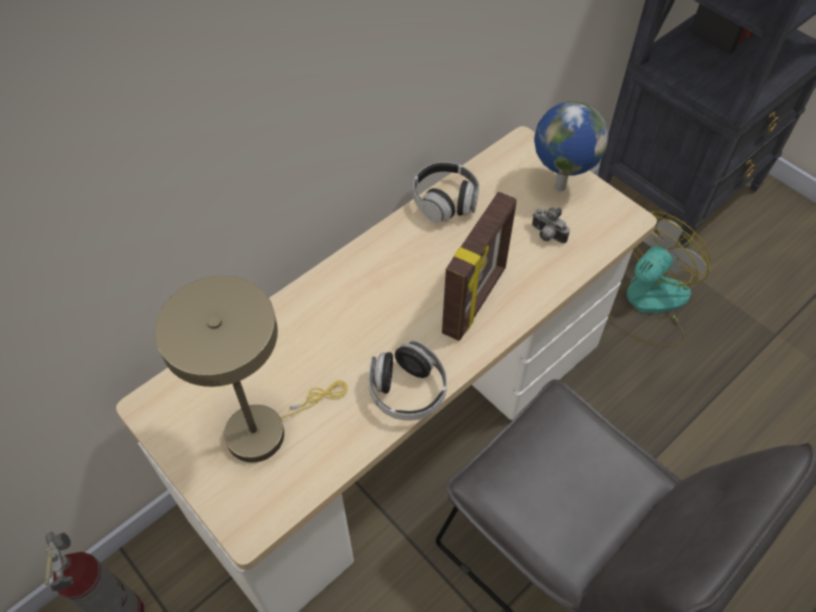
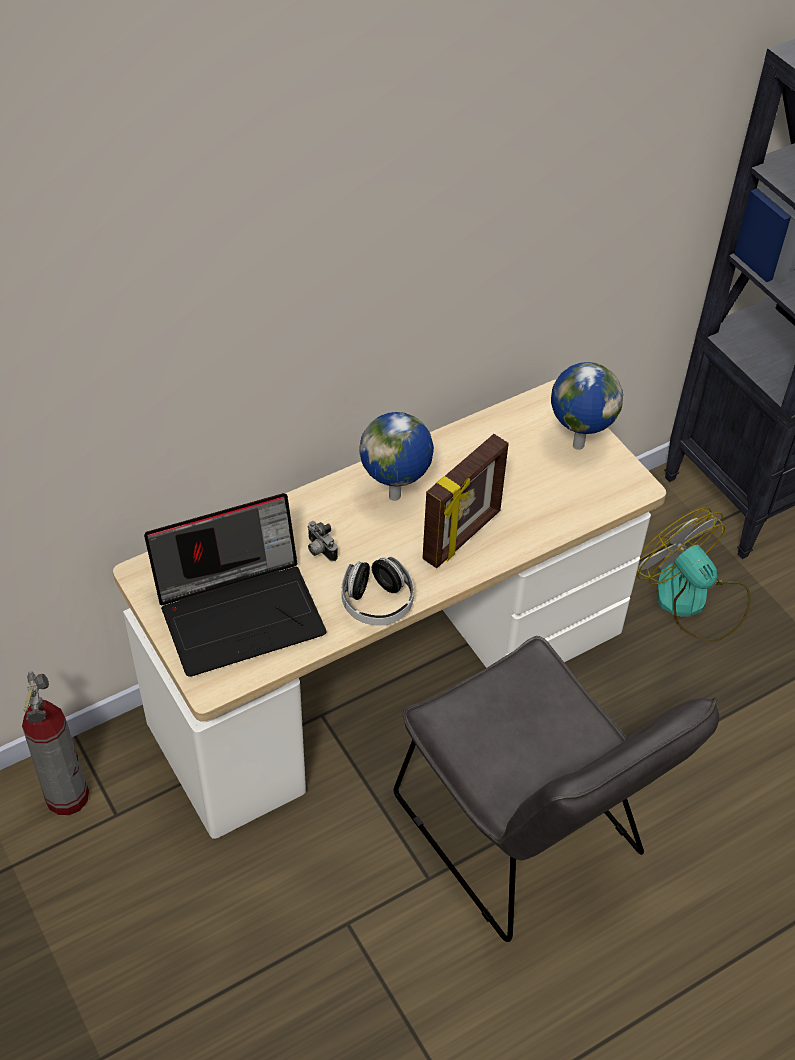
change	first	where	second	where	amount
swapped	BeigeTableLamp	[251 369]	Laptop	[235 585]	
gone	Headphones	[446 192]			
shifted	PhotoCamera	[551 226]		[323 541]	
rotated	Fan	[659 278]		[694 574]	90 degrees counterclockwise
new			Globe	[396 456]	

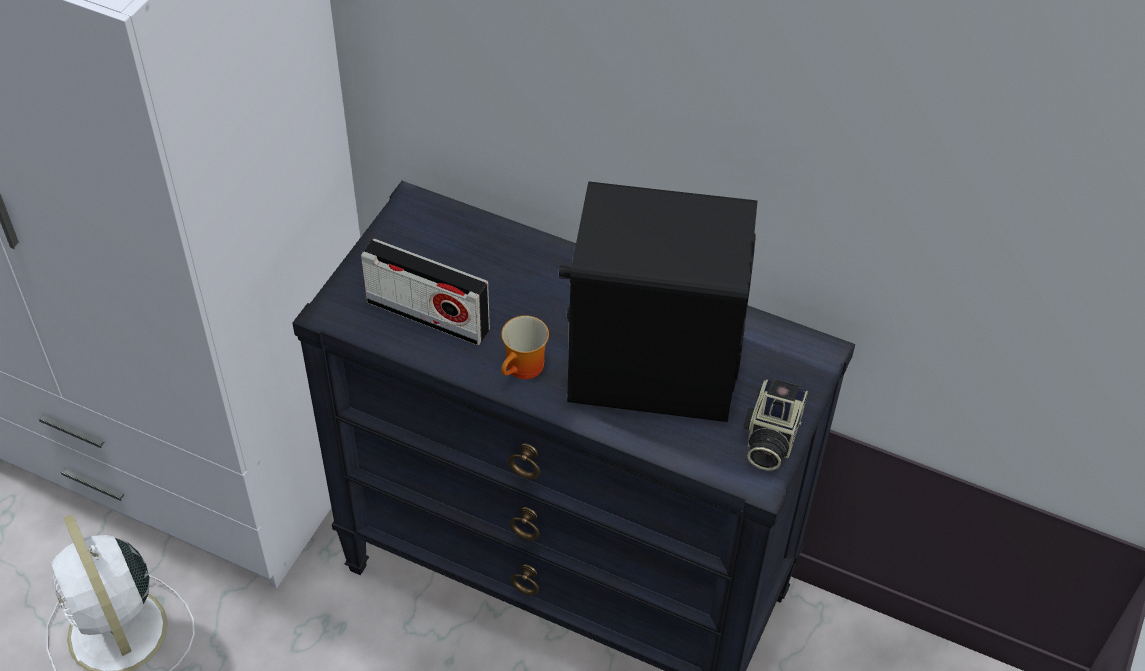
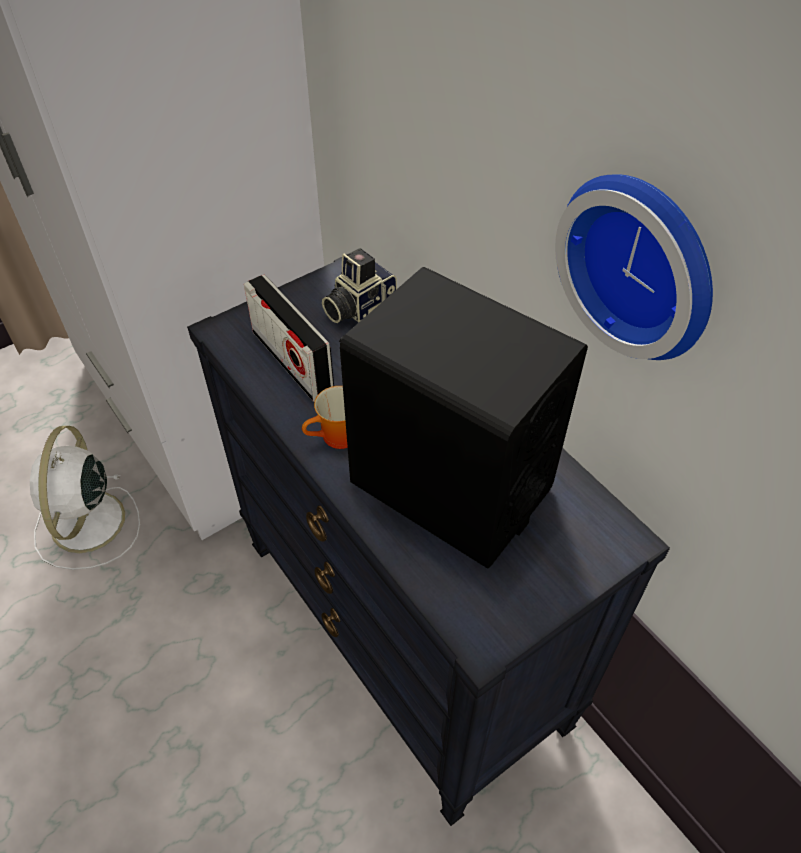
change	first	where	second	where	amount
shifted	PhotoCamera	[775 424]		[359 285]	
new			WallClock	[634 267]	

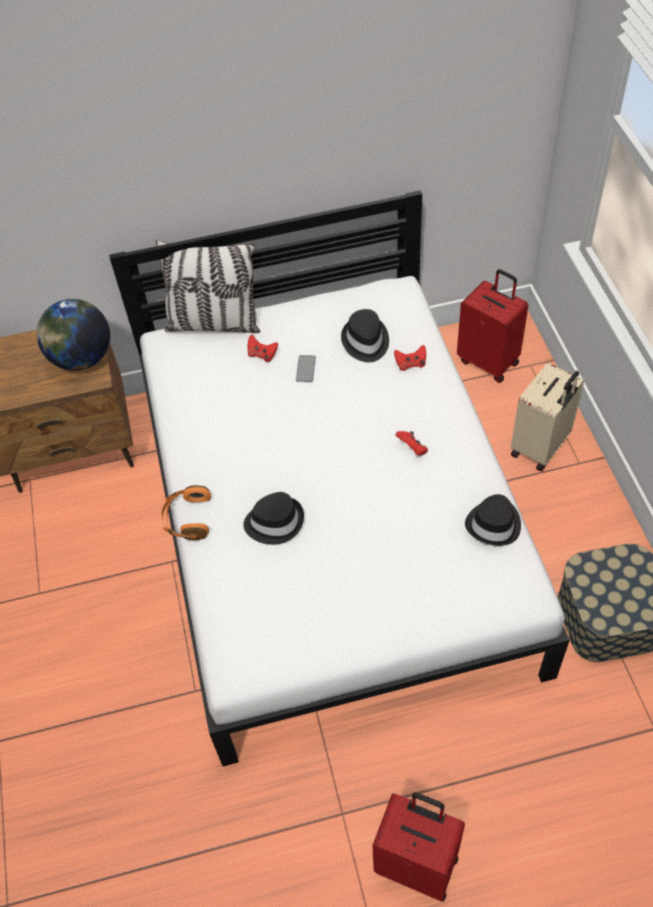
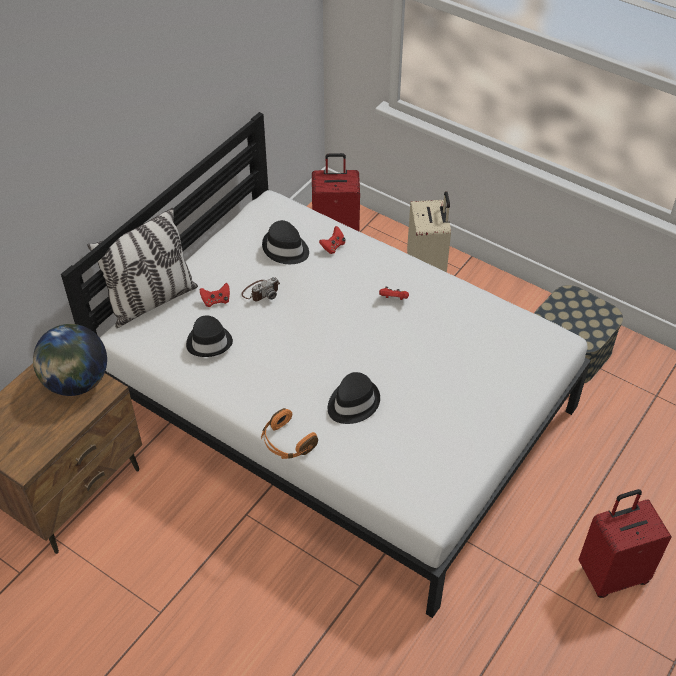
change	first	where	second	where	amount
swapped	Phone	[306 368]	PhotoCamera	[260 289]	
shifted	BlackHat	[493 520]		[209 336]	

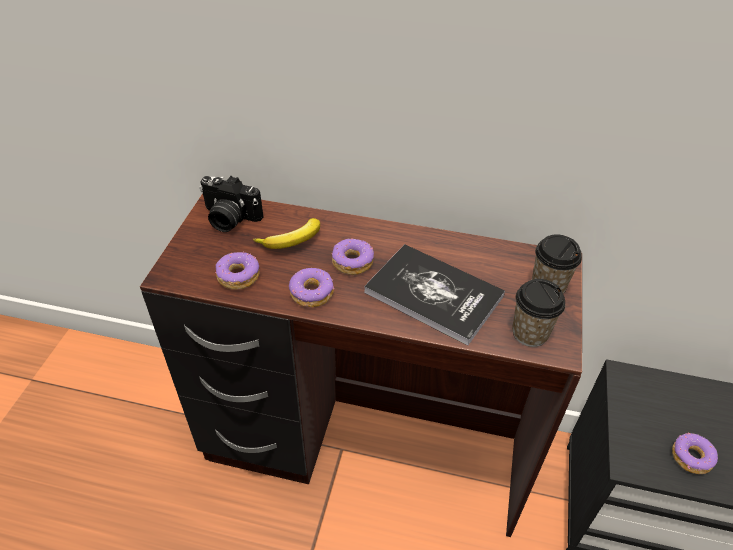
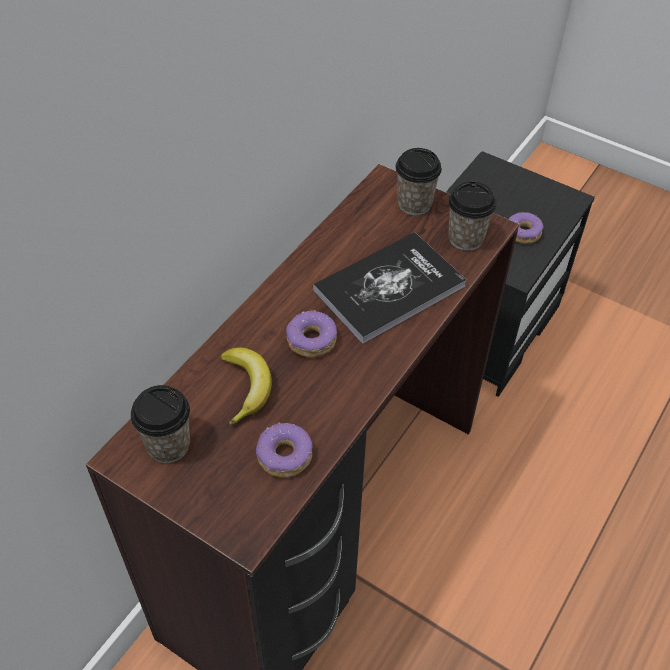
change	first	where	second	where	amount
swapped	PhotoCamera	[231 204]	Cup	[160 424]	
gone	Donut	[311 287]			

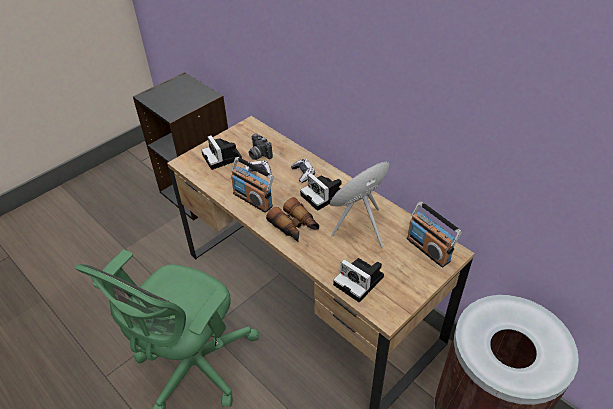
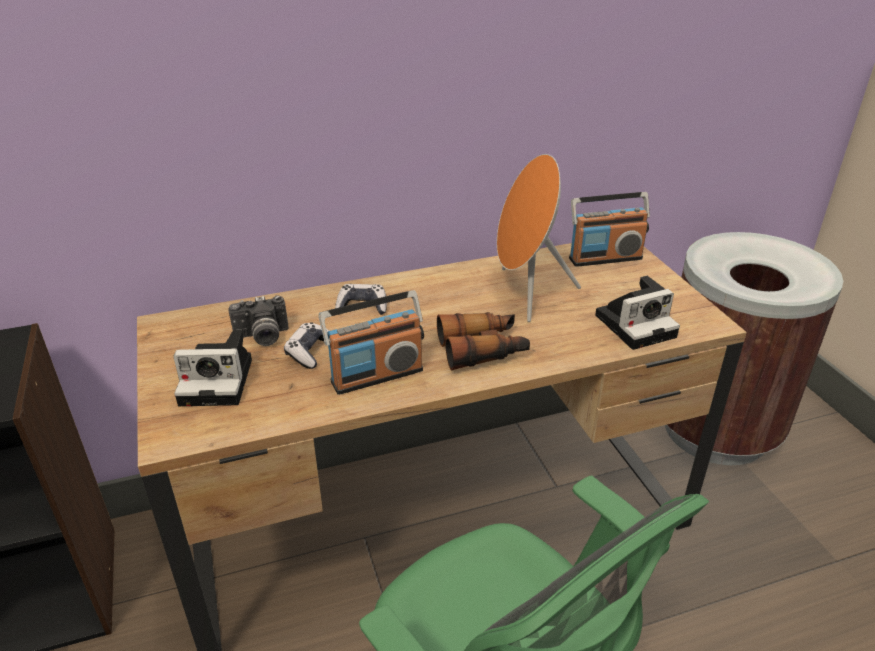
change	first	where	second	where	amount
gone	PhotoCamera	[321 192]			

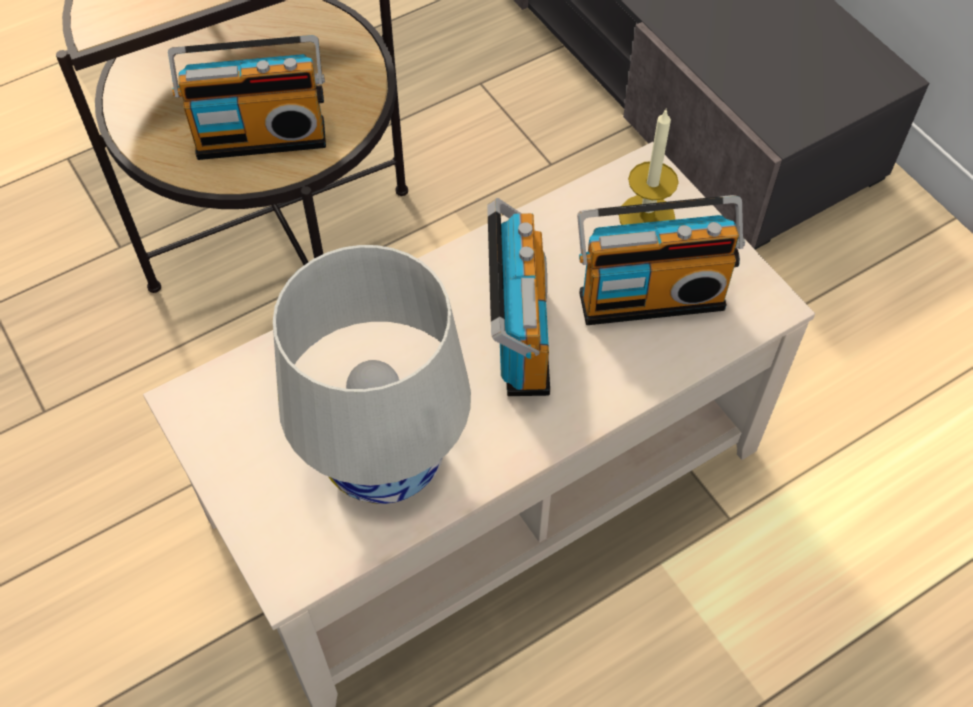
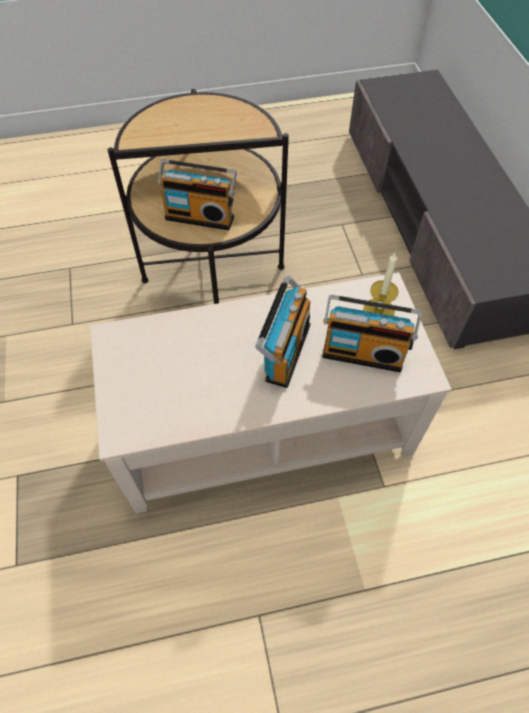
change	first	where	second	where	amount
gone	WhiteTableLamp	[372 374]			

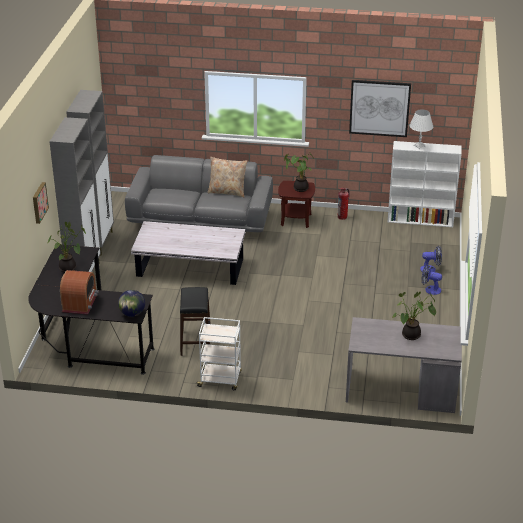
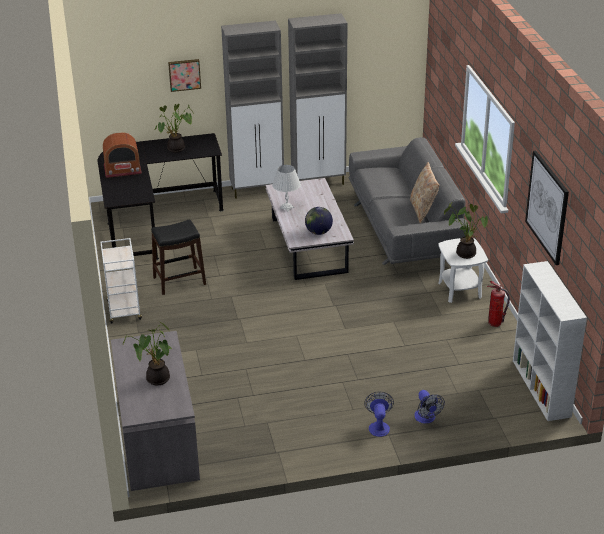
change	first	where	second	where	amount
shifted	Globe	[131 303]		[319 221]	
repainted	BrownSideTable	[296 204]	WhiteSideTable	[463 270]	
shifted	WhiteTableLamp	[421 129]		[286 188]	

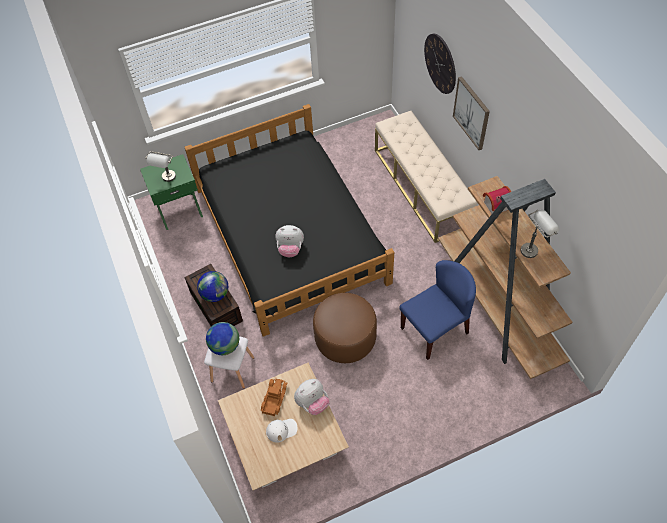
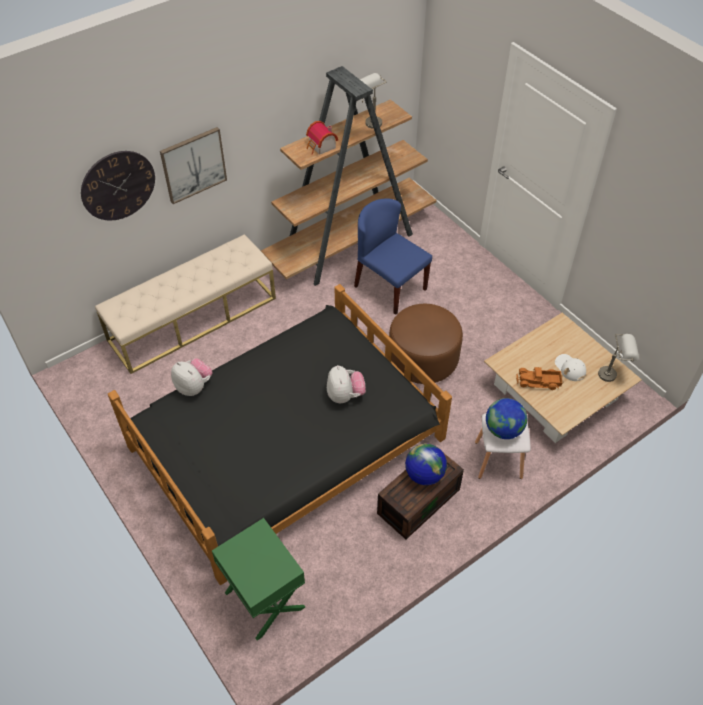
change	first	where	second	where	amount
shifted	GreyTableLamp	[160 166]		[618 357]	
shifted	PlushToy	[312 397]		[192 377]	

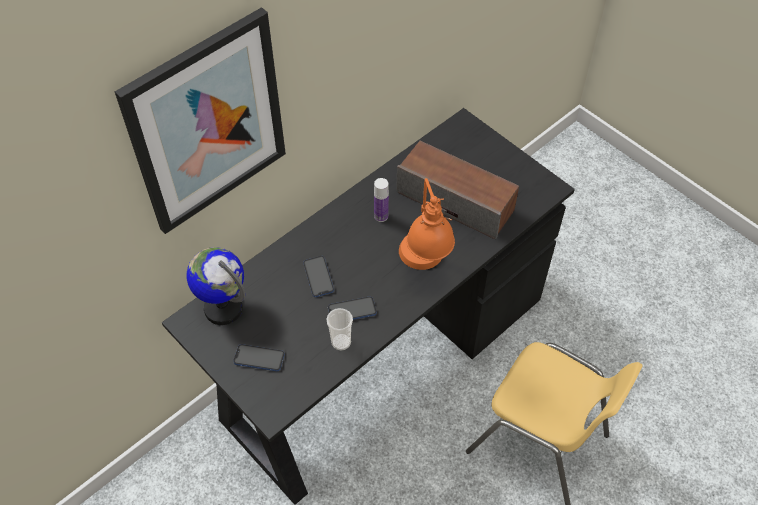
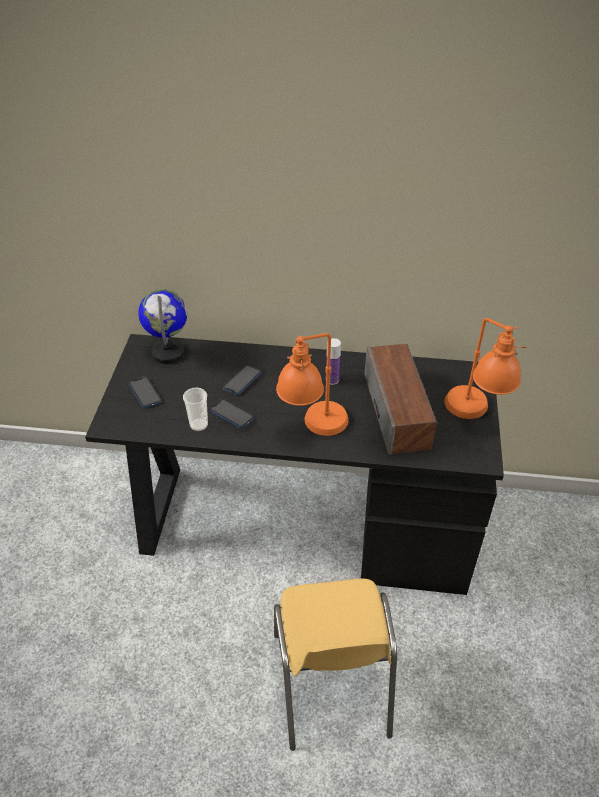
change	first	where	second	where	amount
gone	Picture	[200 120]			
new			OrangeTableLamp	[485 368]	

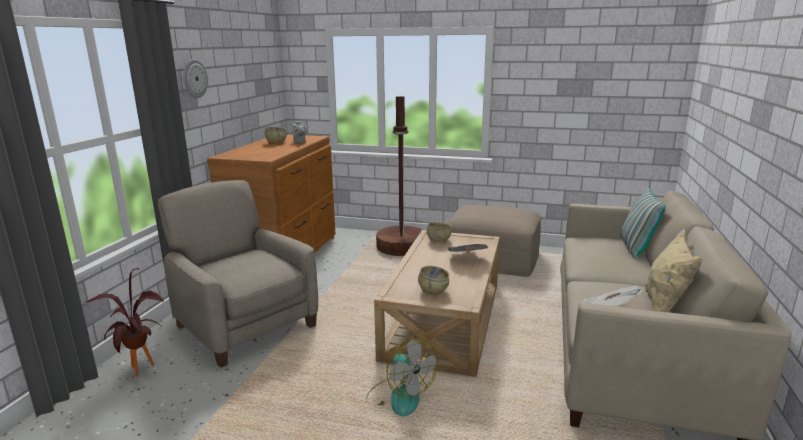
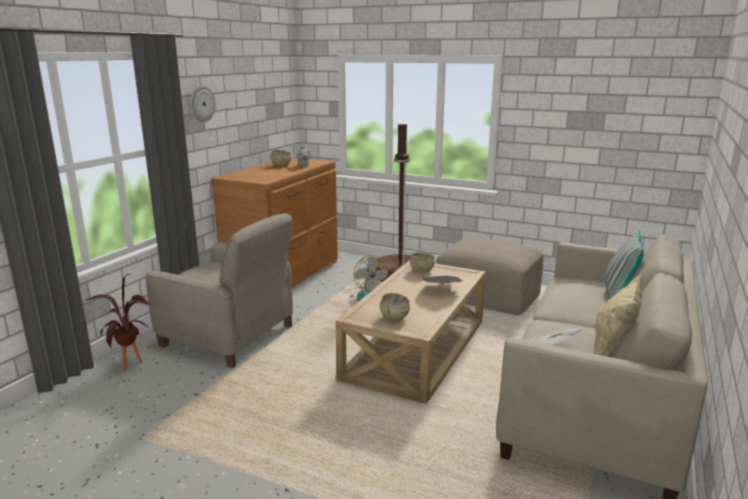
change	first	where	second	where	amount
rotated	BeigeArmchair	[238 274]		[219 290]	150 degrees clockwise
shifted	Fan	[402 377]		[365 278]	

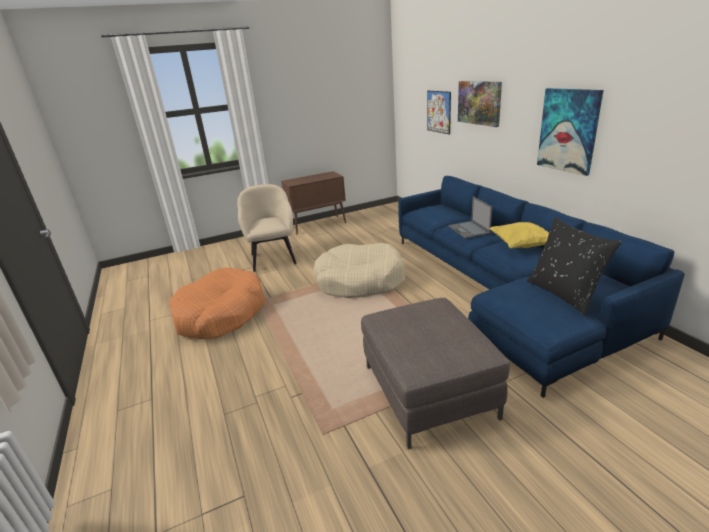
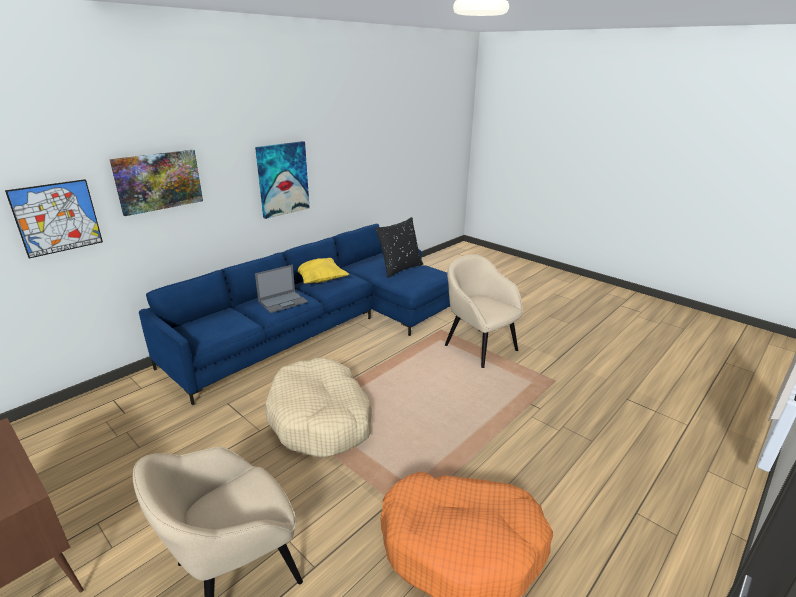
change	first	where	second	where	amount
swapped	BrownOttoman	[435 373]	BeigeArmchair	[484 311]	

